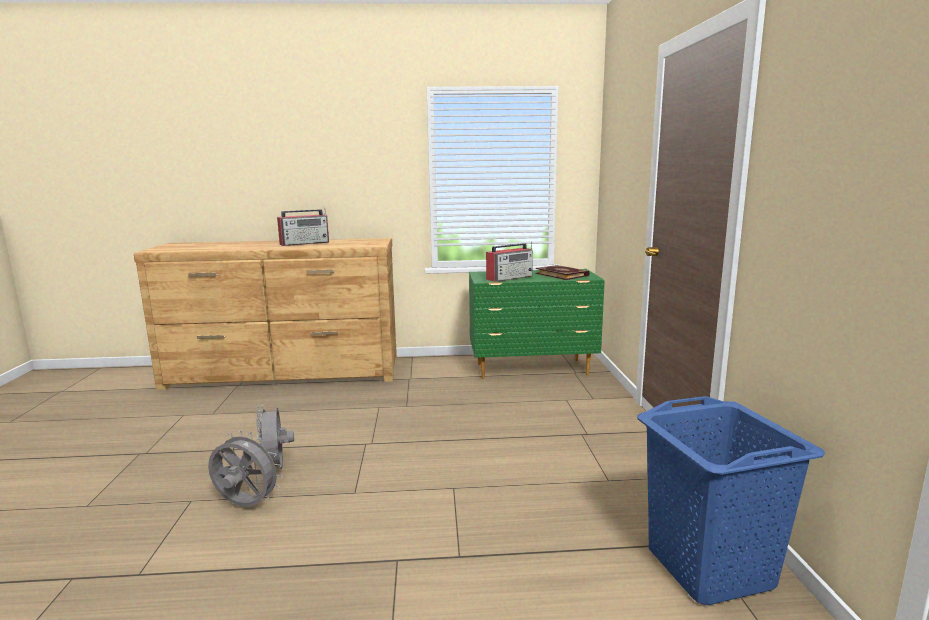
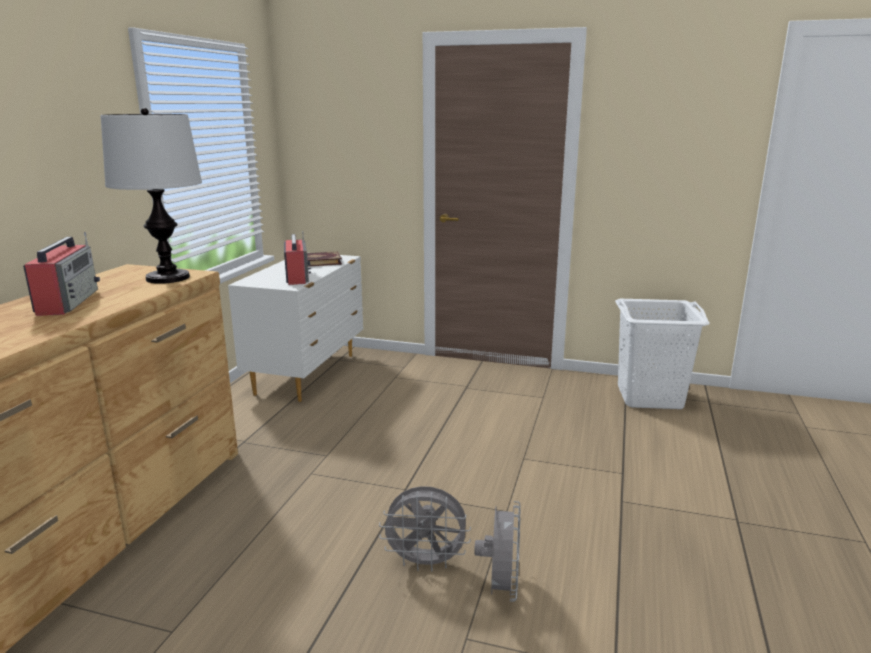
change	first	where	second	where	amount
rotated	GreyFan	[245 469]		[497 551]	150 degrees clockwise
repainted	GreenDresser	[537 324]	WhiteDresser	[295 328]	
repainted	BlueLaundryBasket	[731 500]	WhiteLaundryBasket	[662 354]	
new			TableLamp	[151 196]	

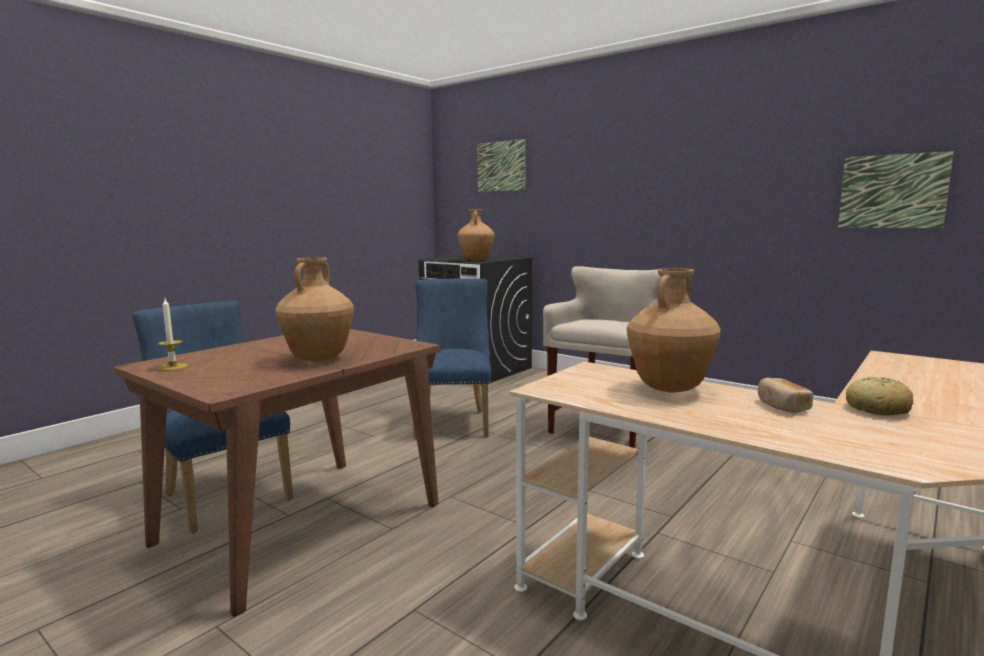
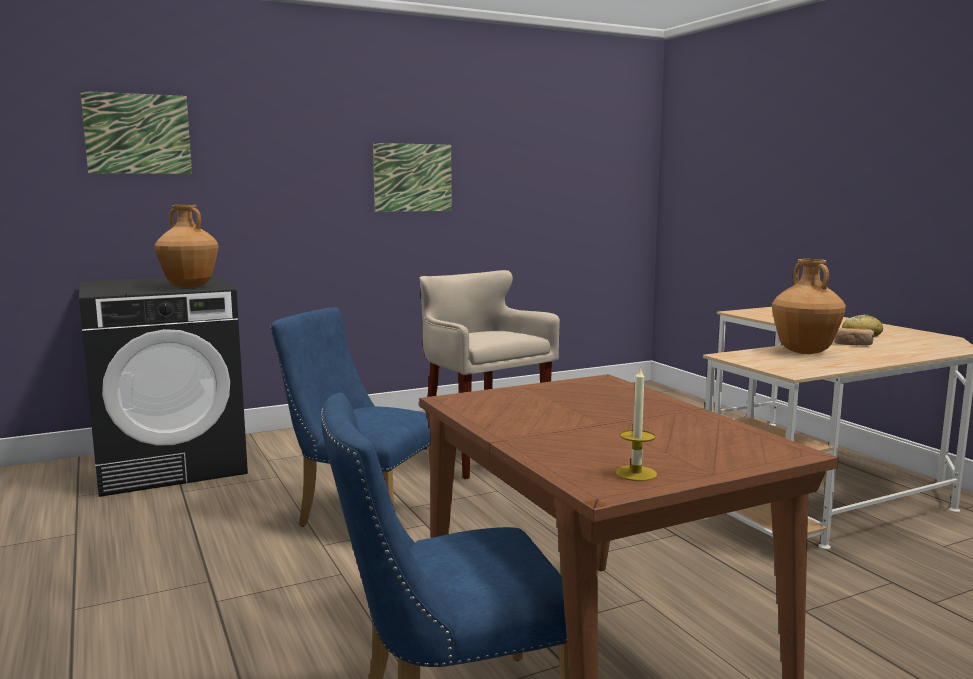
change	first	where	second	where	amount
gone	BrownVase	[314 309]			
shifted	Picture	[896 189]		[412 177]	

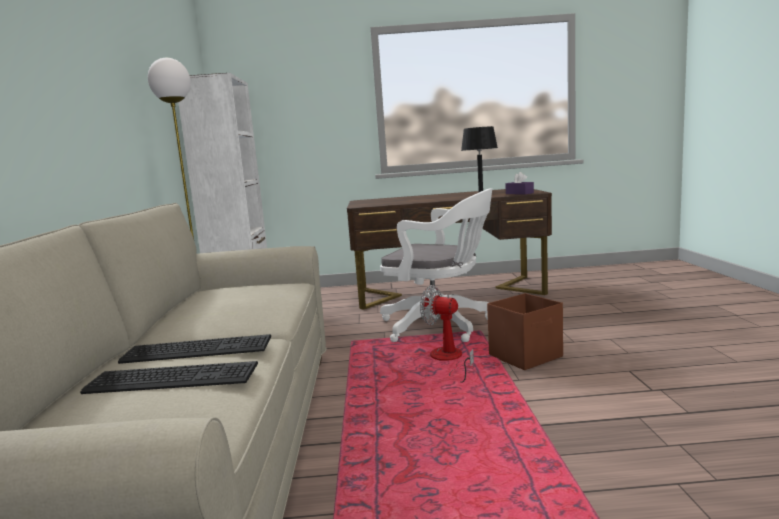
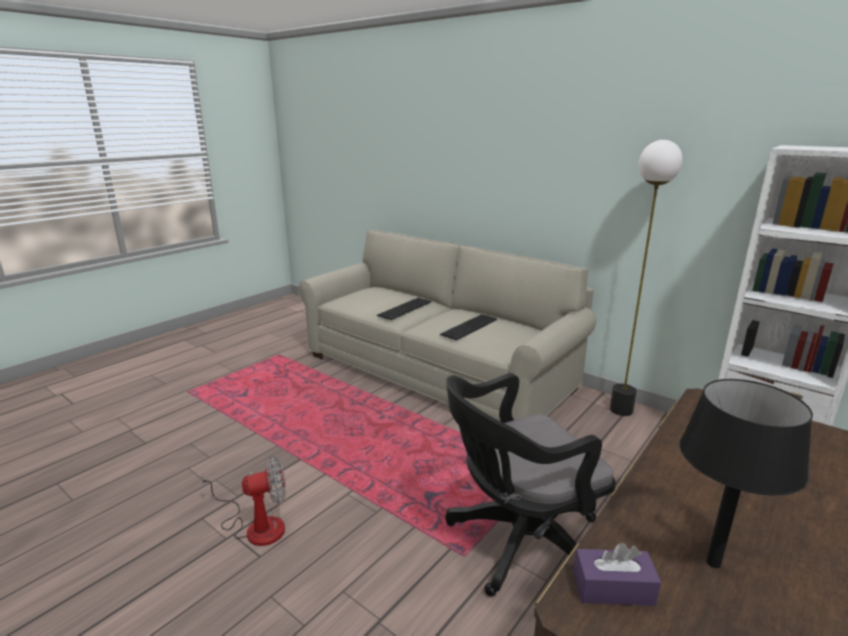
change	first	where	second	where	amount
shifted	Keyboard	[169 377]		[468 327]	
repainted	WhiteOfficeChair	[436 265]	BlackOfficeChair	[530 485]	
shifted	Fan	[447 334]		[243 501]	
gone	BrownStorageBox	[525 331]			

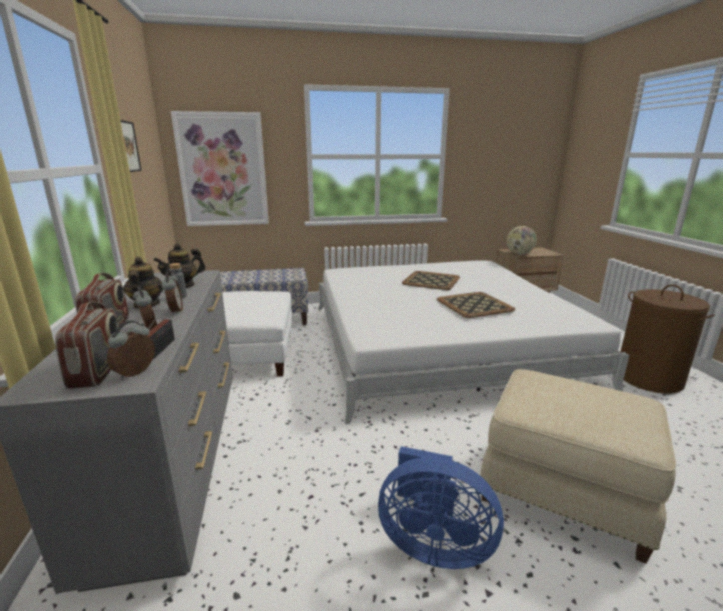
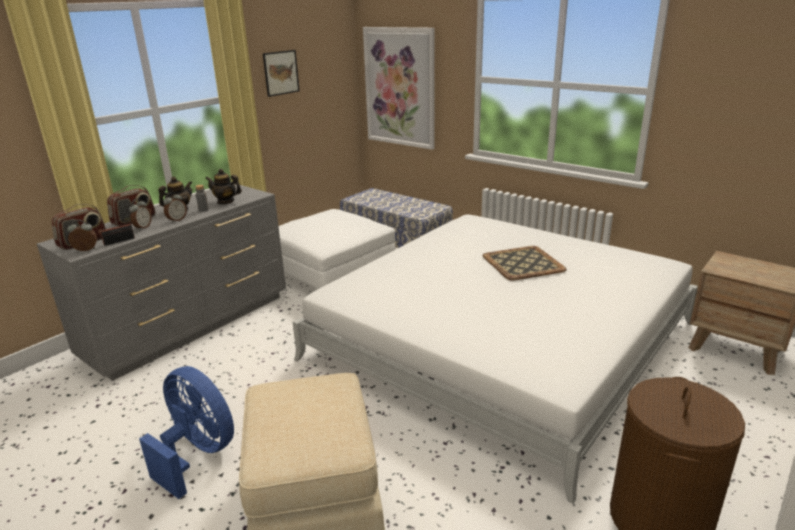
change	first	where	second	where	amount
rotated	BlueFan	[441 507]		[186 432]	150 degrees clockwise
gone	Tray	[476 305]			
gone	Globe	[521 240]			

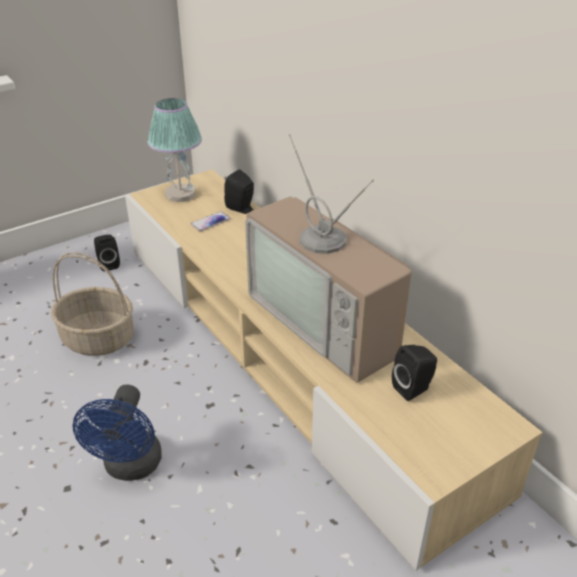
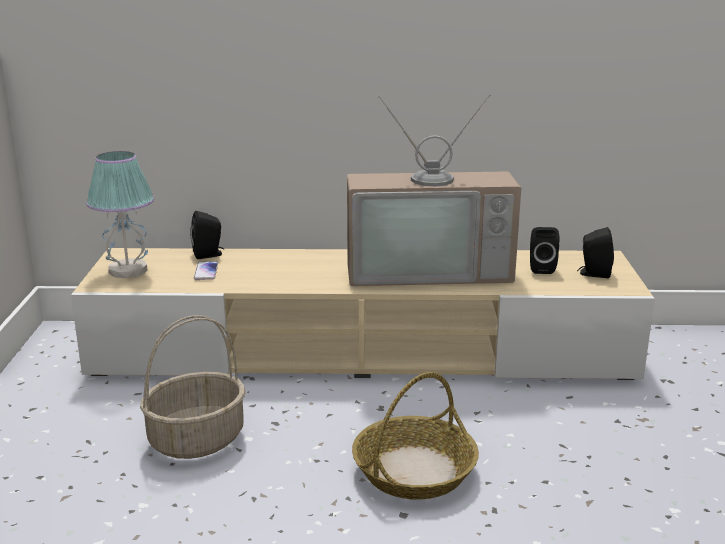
change	first	where	second	where	amount
swapped	BlueFan	[117 432]	Basket	[415 436]	
shifted	BlackSpeaker	[107 253]		[595 252]	

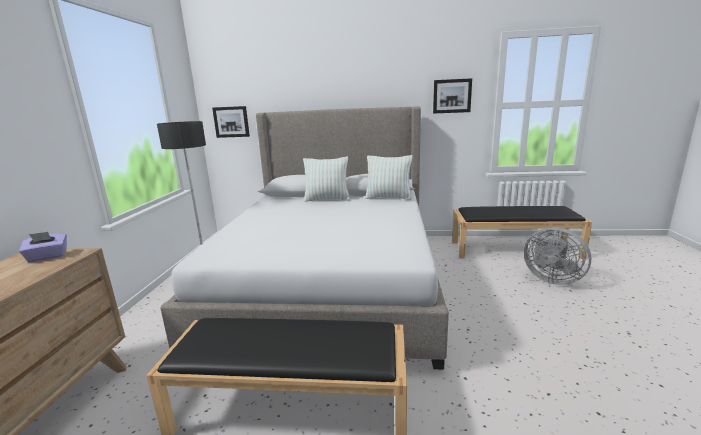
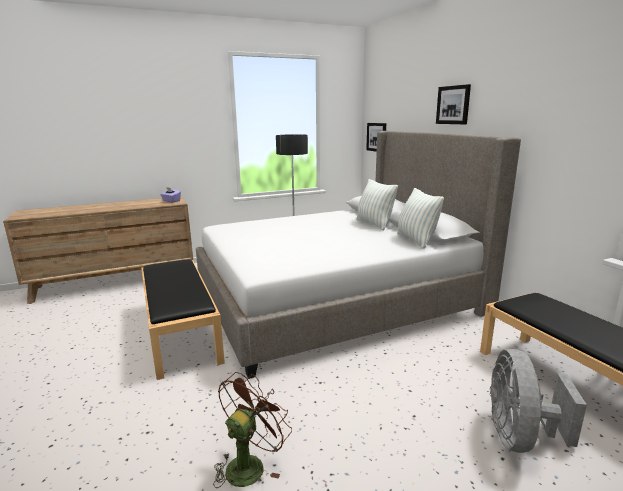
change	first	where	second	where	amount
shifted	Picture	[452 96]		[453 104]	
new			BrownFan	[252 430]	

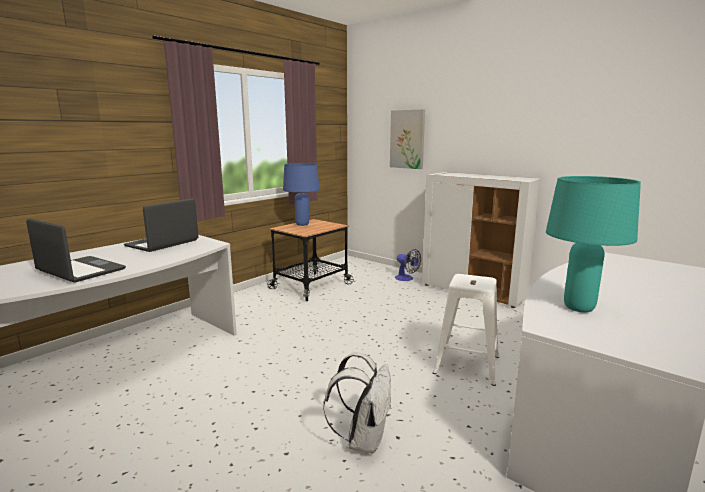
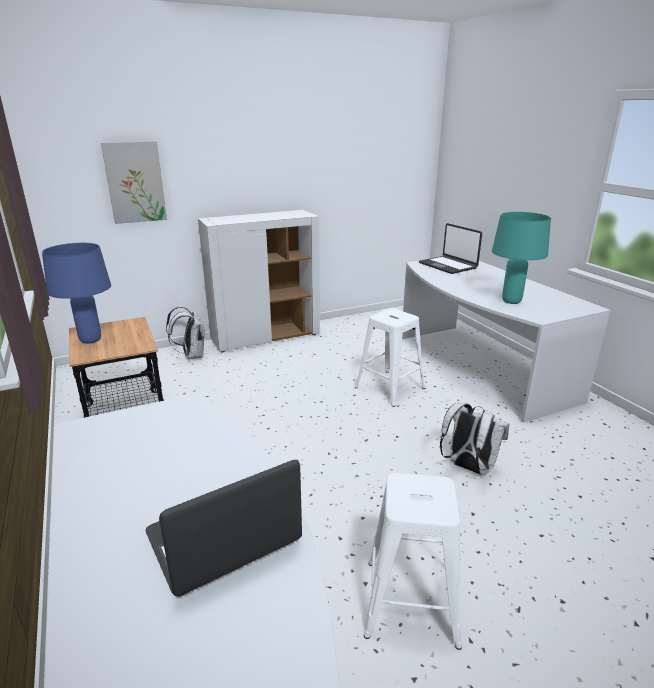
change	first	where	second	where	amount
shifted	Laptop	[161 225]		[450 248]	
swapped	Fan	[408 265]	WhiteBackpack	[185 332]	
new			WhiteStool	[413 561]	

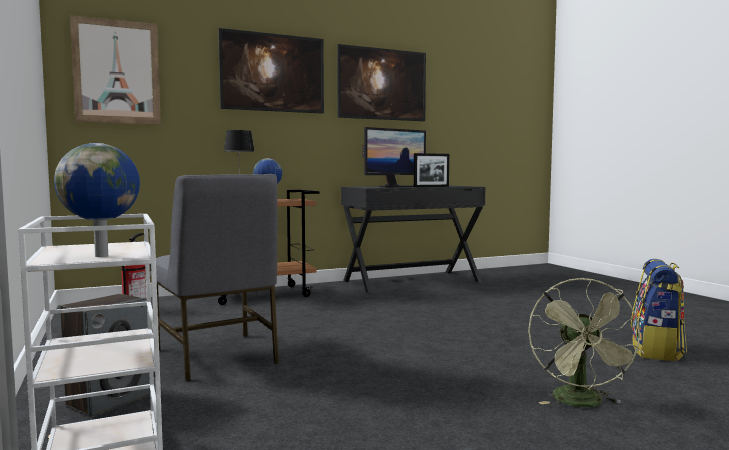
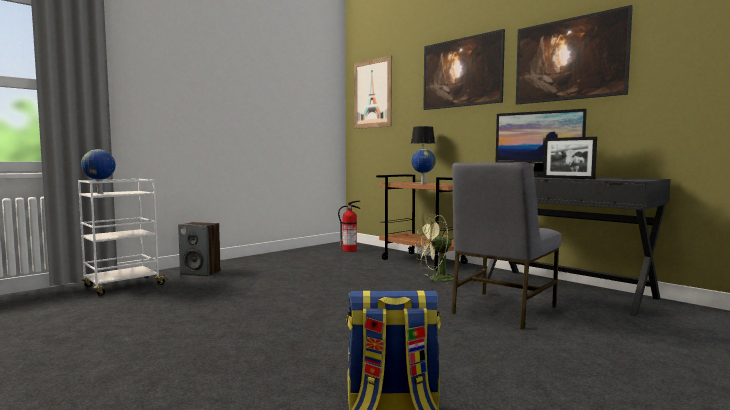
change	first	where	second	where	amount
shifted	GreyChair	[214 278]		[506 245]	
shifted	GreenFan	[586 342]		[439 249]	

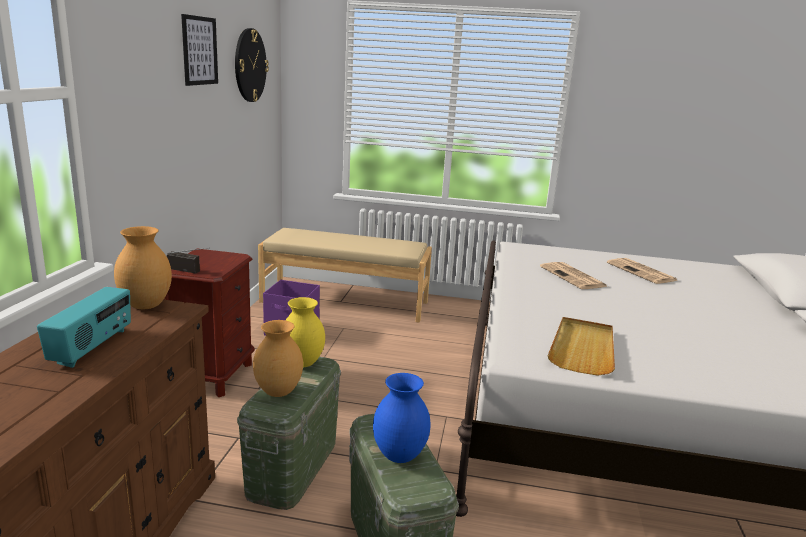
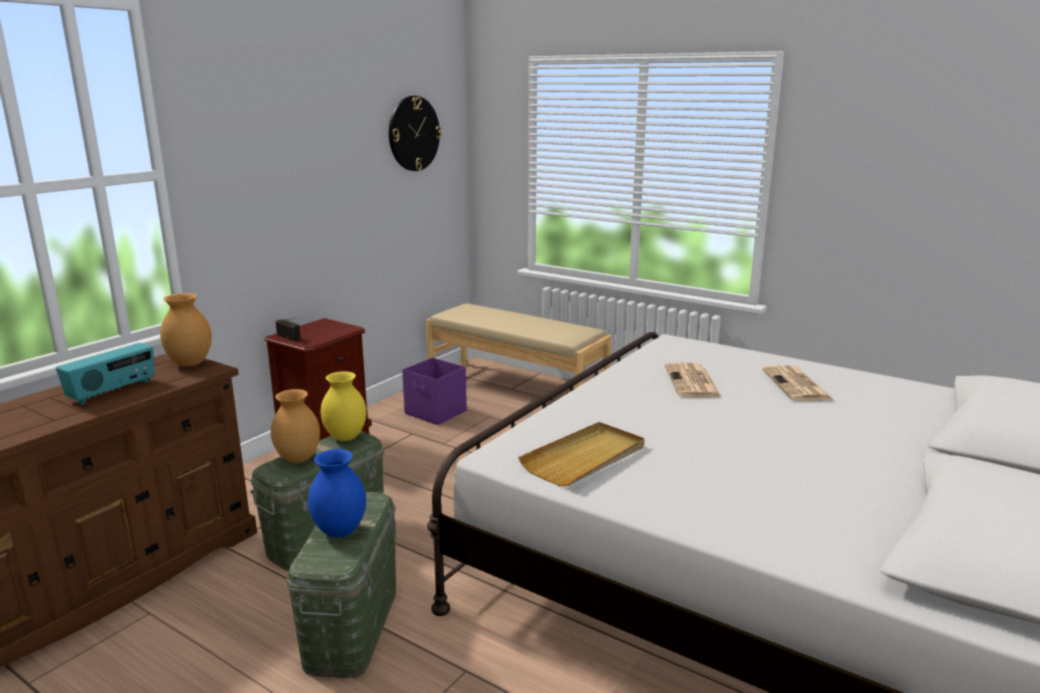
change	first	where	second	where	amount
gone	Picture	[199 50]			

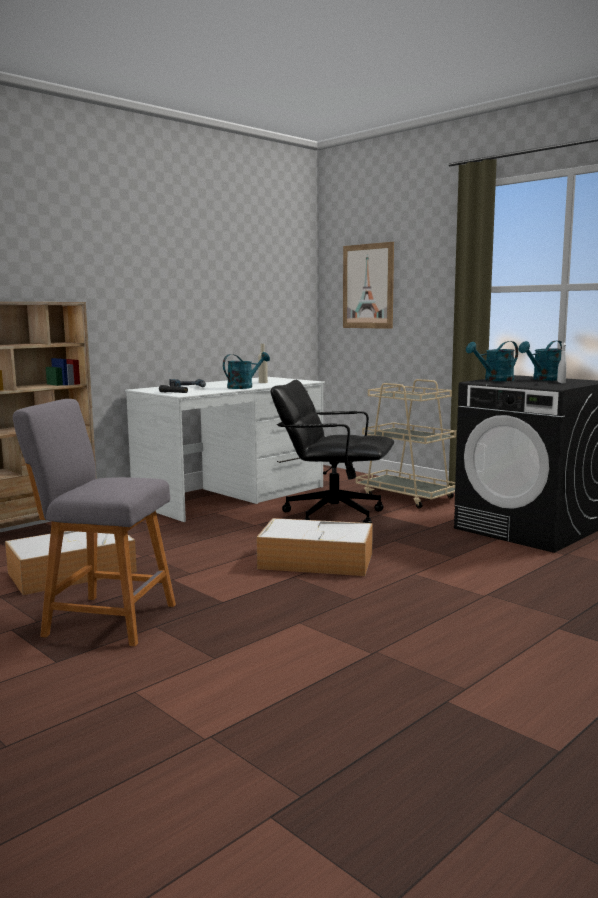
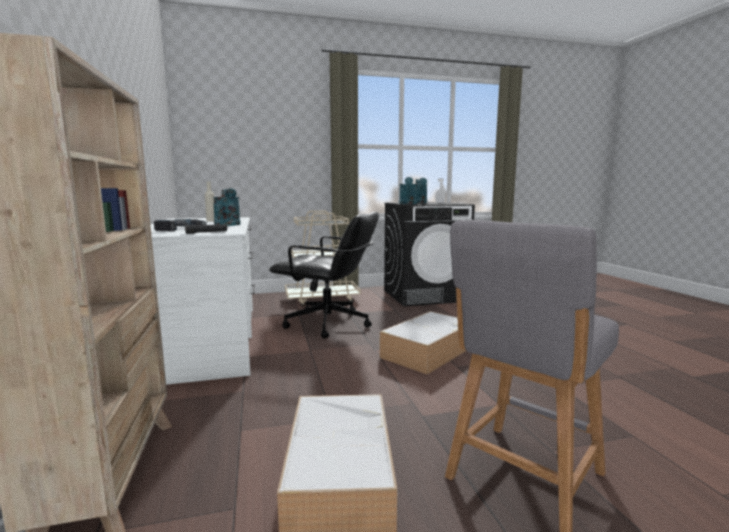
change	first	where	second	where	amount
rotated	BlackOfficeChair	[332 451]		[324 275]	120 degrees counterclockwise
gone	Picture	[368 285]			

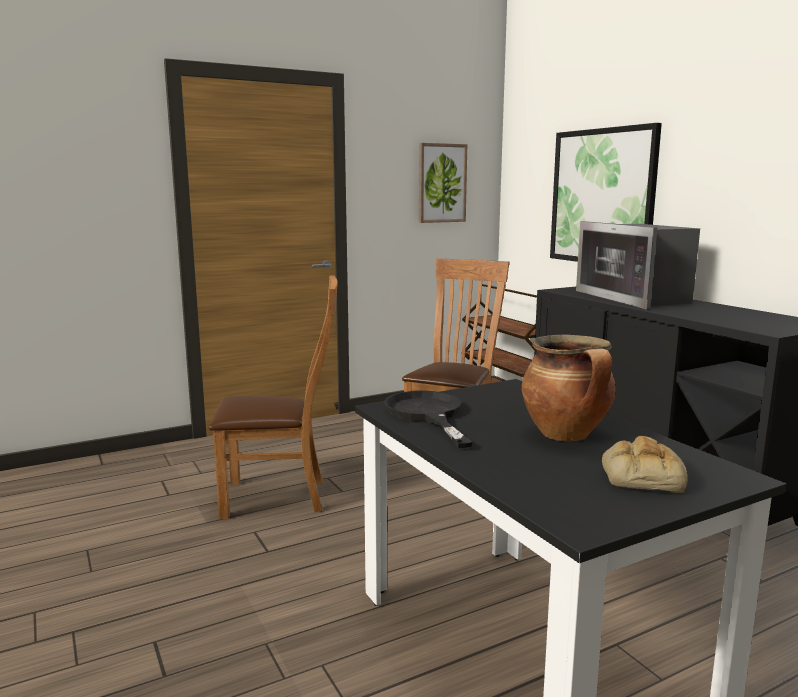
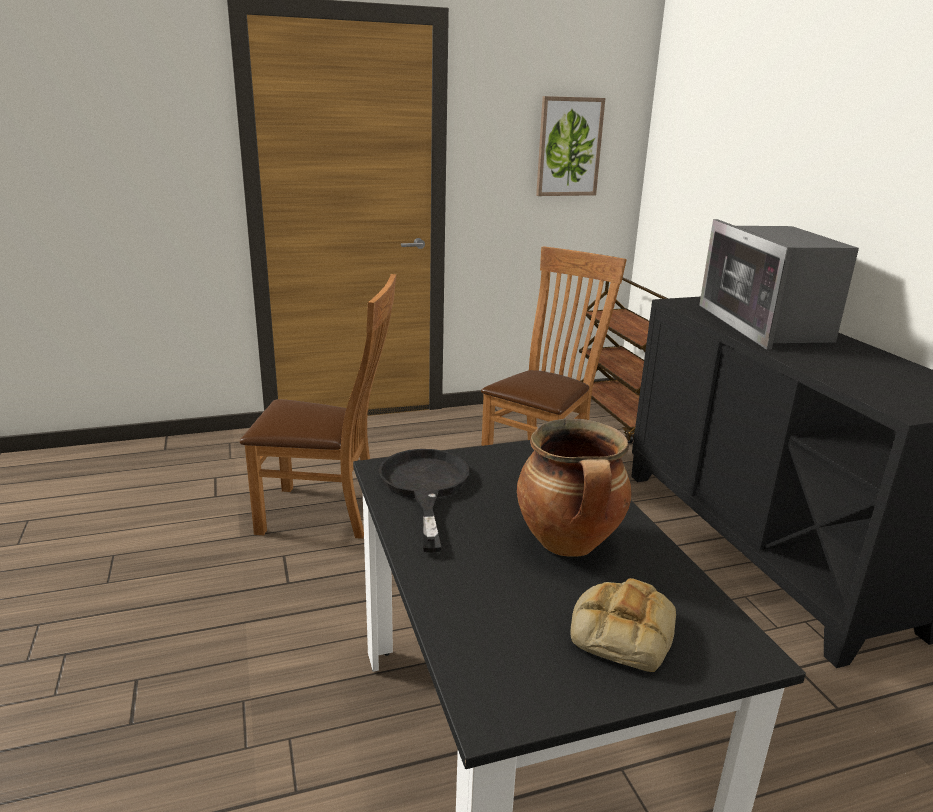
change	first	where	second	where	amount
gone	Picture	[606 192]			

